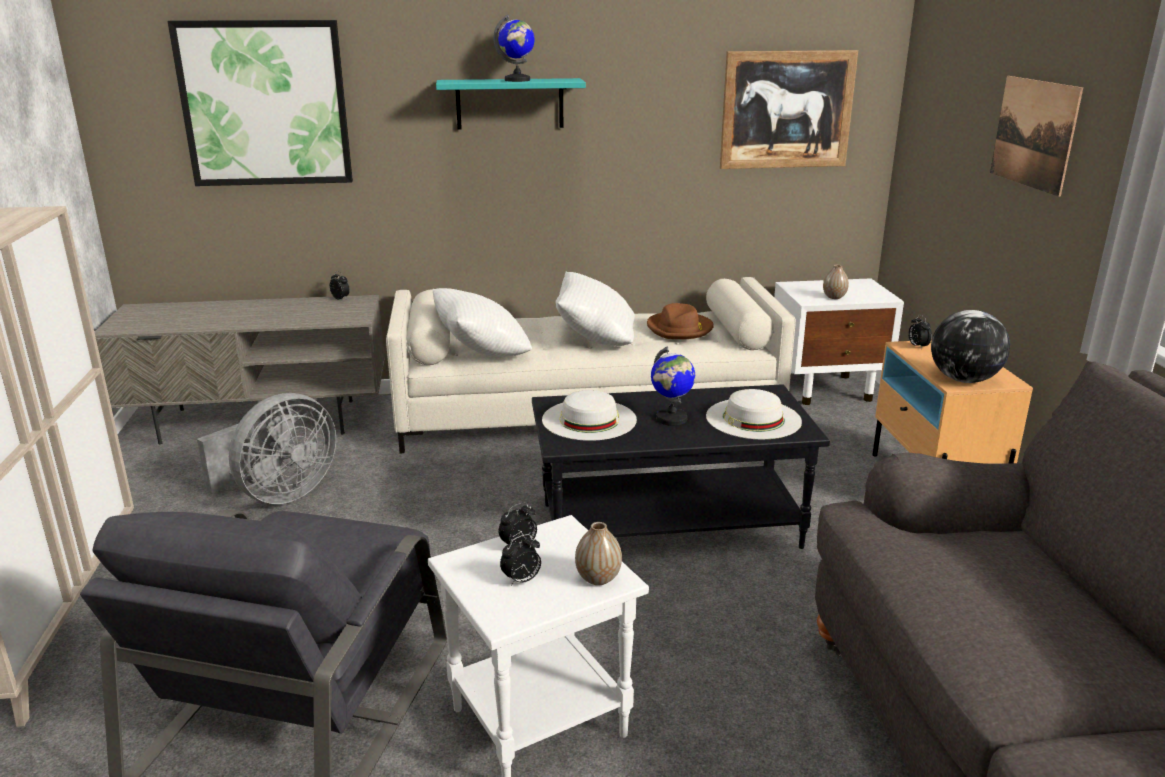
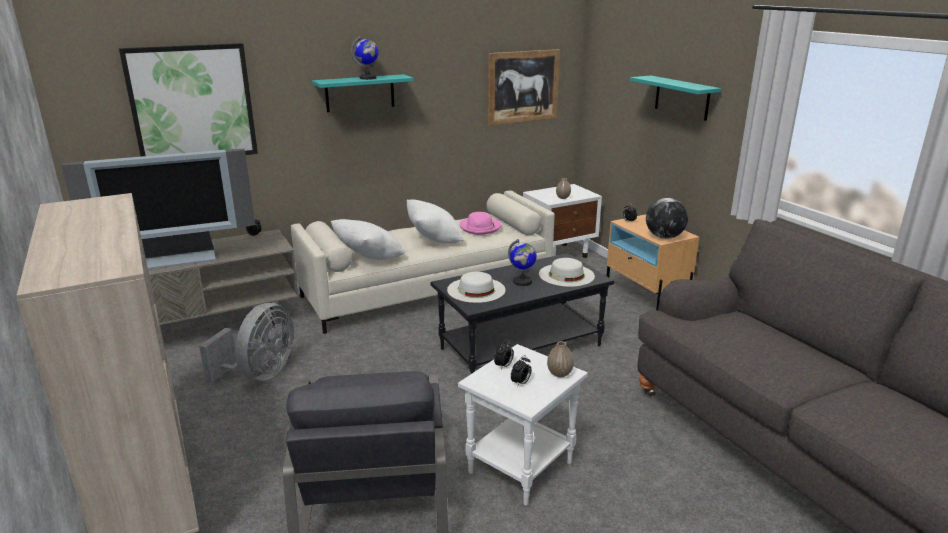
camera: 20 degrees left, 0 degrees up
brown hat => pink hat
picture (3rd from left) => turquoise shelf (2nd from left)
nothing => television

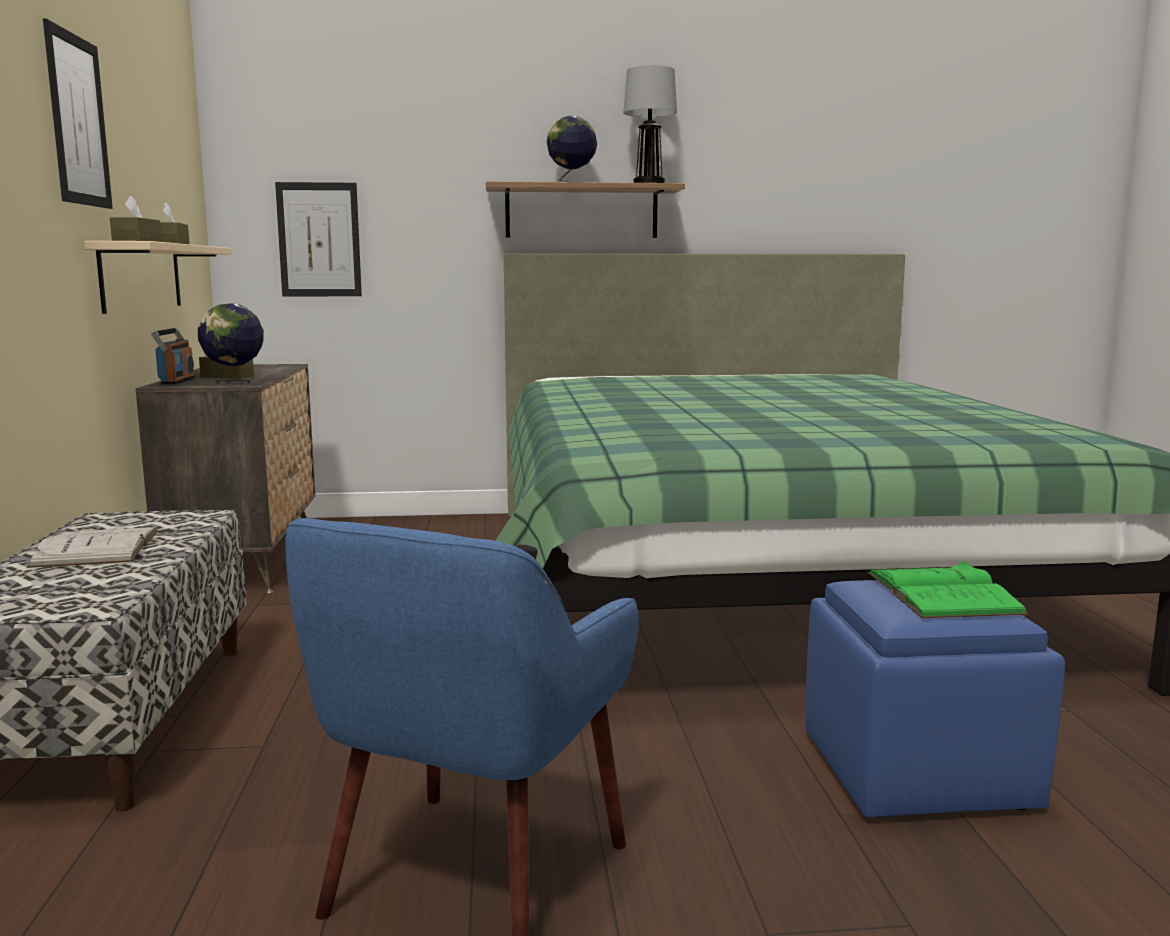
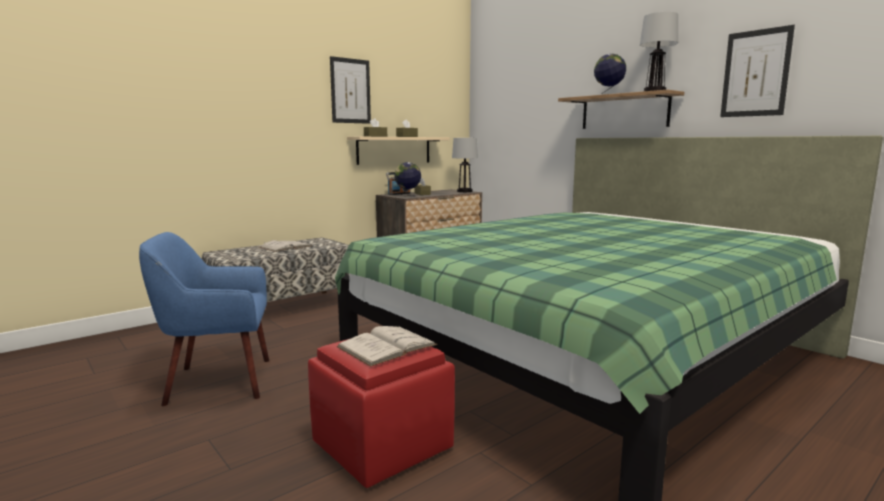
camera: 55 degrees right, 0 degrees up
picture (2nd from left), moved
blue ottoman => red ottoman
green book => white book (2nd from left)
nothing => table lamp (1st from left)

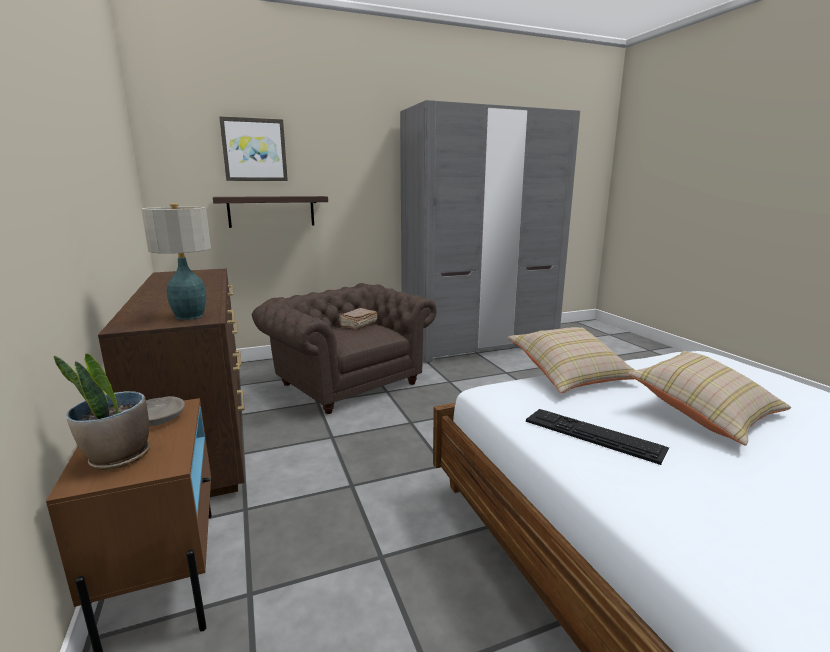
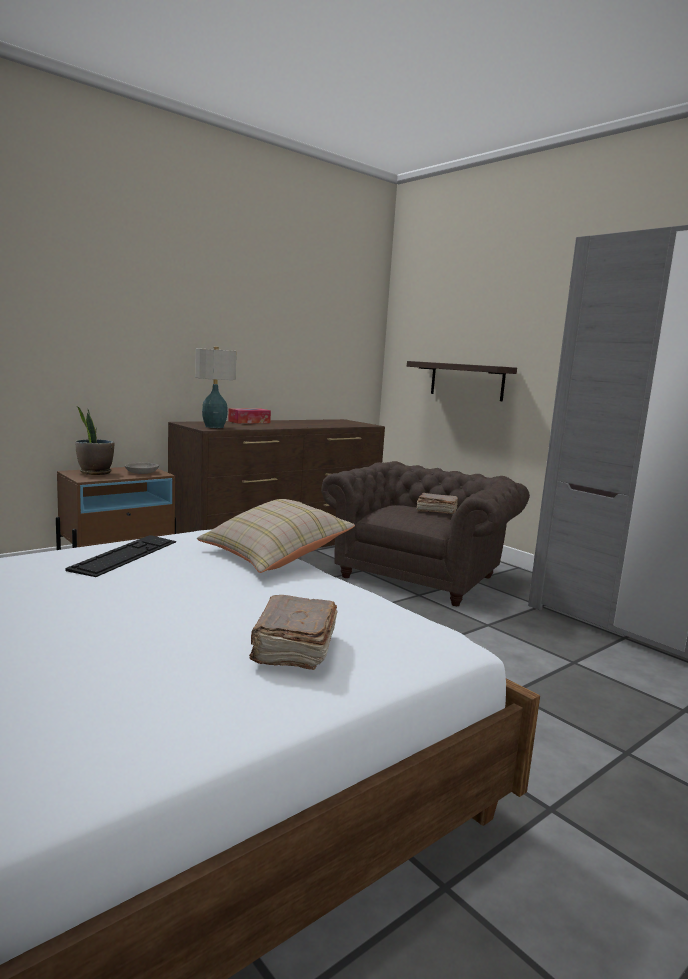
camera: 70 degrees right, 5 degrees down
picture => nothing
beige pillow (2nd from left) => nothing
nothing => tissue box
nothing => brown book (1st from left)

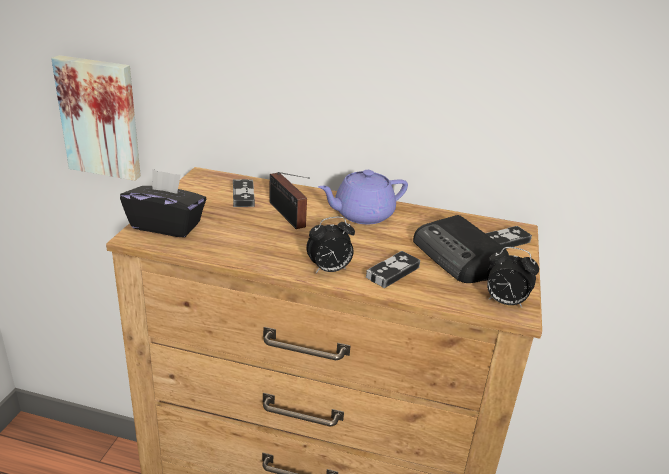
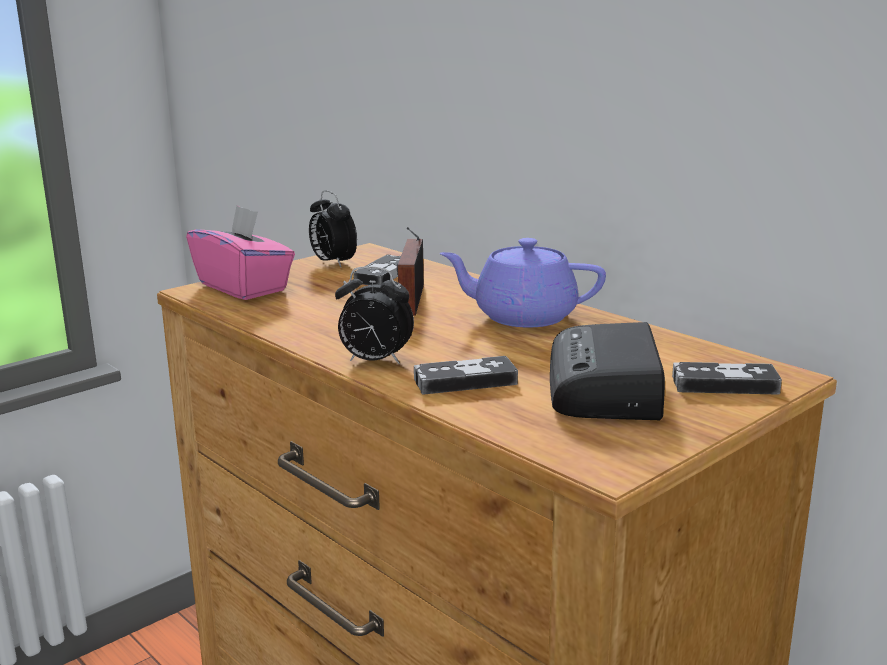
camera: 35 degrees right, 10 degrees down
picture => nothing
black tissue box => pink tissue box
alarm clock (2nd from left in the first image) => alarm clock (1st from left), moved

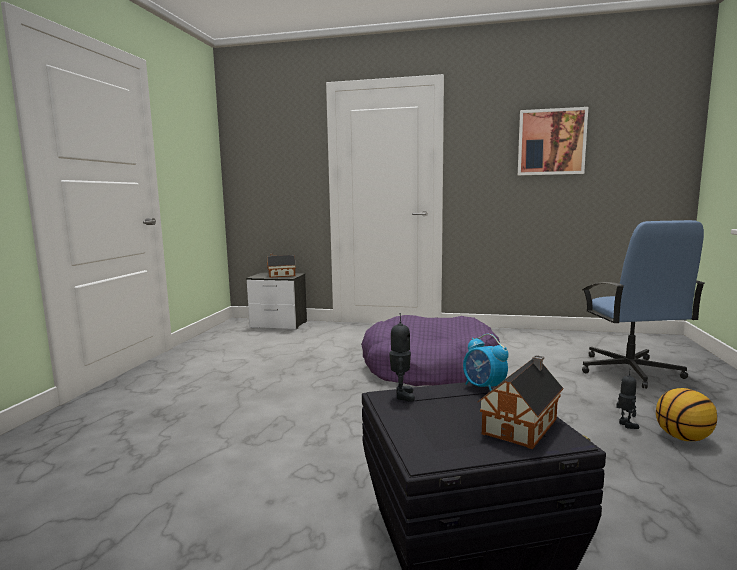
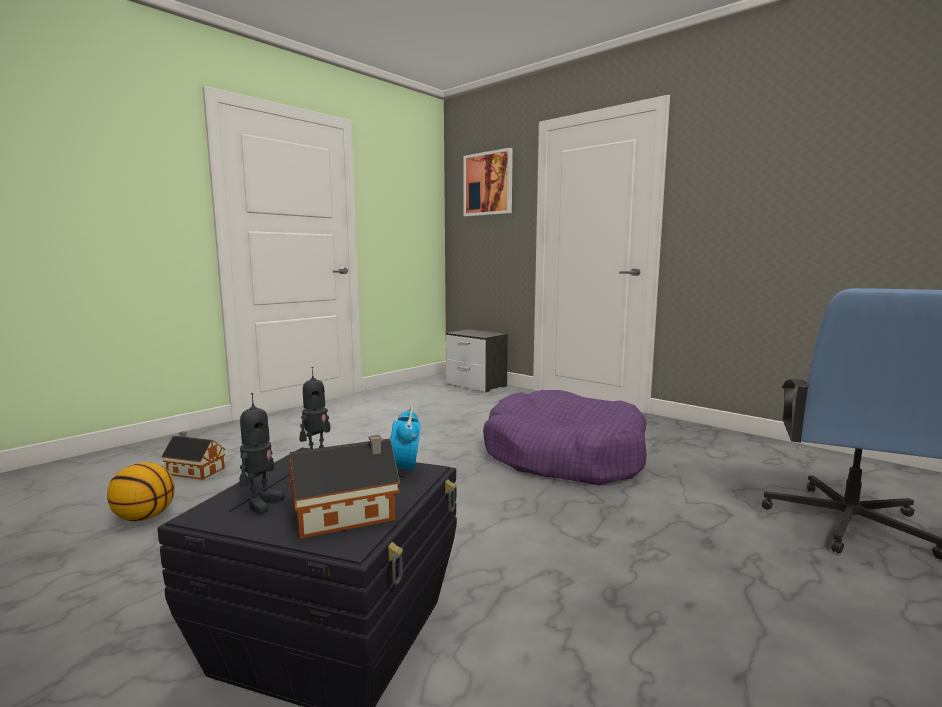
camera: 30 degrees right, 0 degrees up
toy house (1st from left), moved
picture, moved
toy robot (2nd from left in the first image) => toy robot (1st from left), moved
basketball, moved

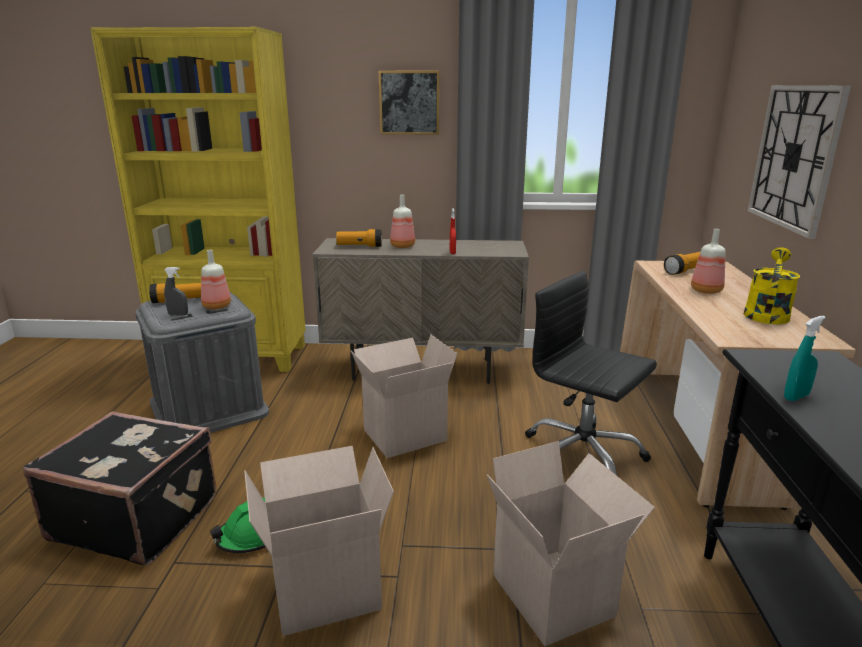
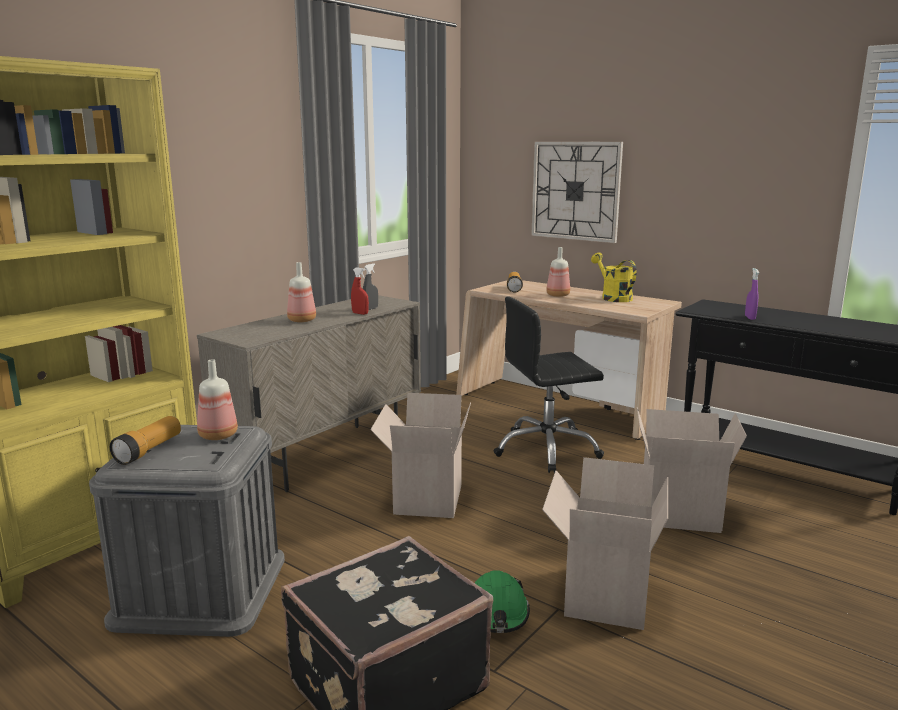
camera: 55 degrees left, 5 degrees down
grey spray bottle, moved
flashlight (2nd from left) => nothing
picture => nothing
turquoise spray bottle => purple spray bottle

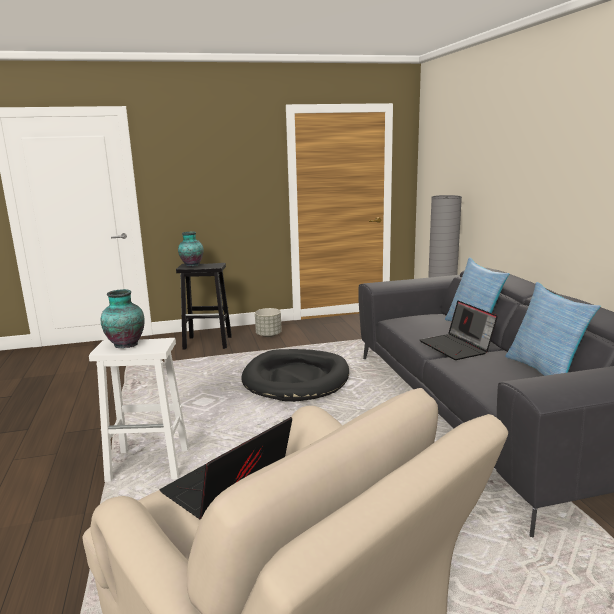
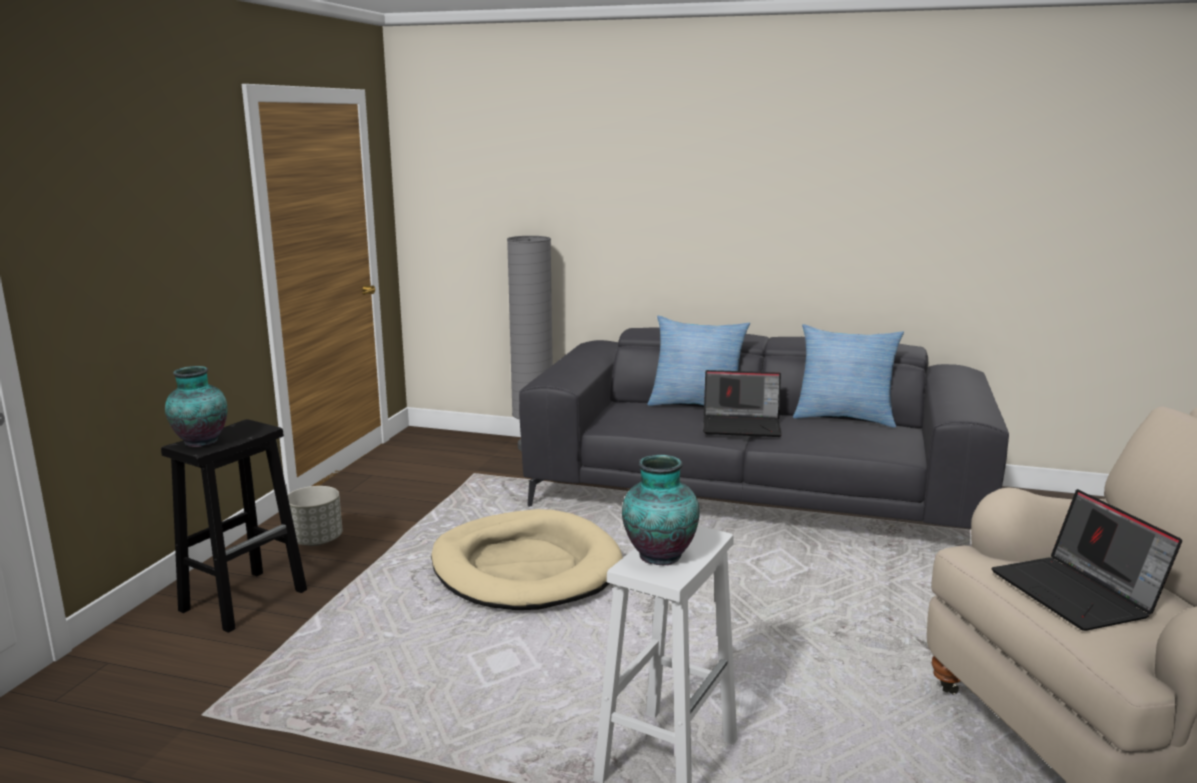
camera: 60 degrees left, 0 degrees up
black dog bed => beige dog bed

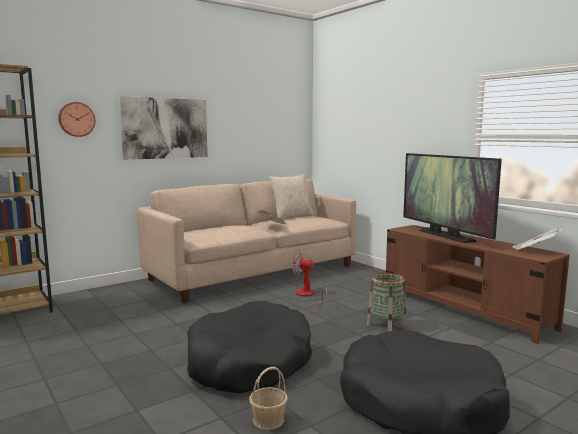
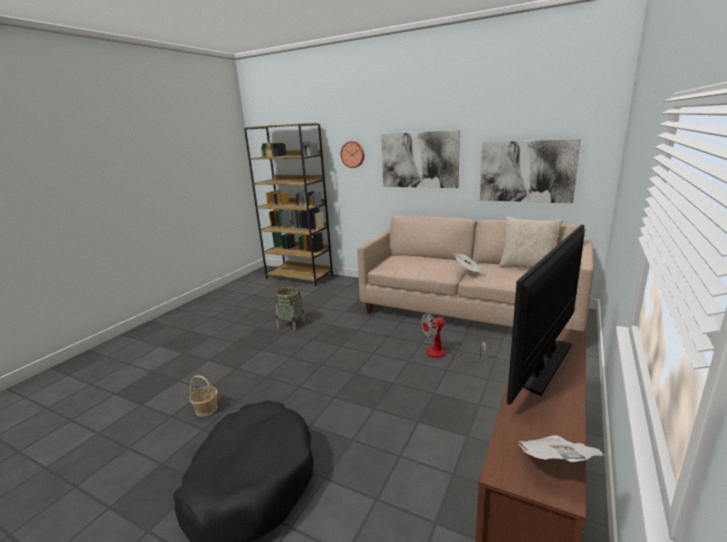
camera: 65 degrees right, 10 degrees up
black dog bed (1st from left) => nothing
fan, 105 degrees counterclockwise
basket (2nd from left), moved
nothing => picture (2nd from left)

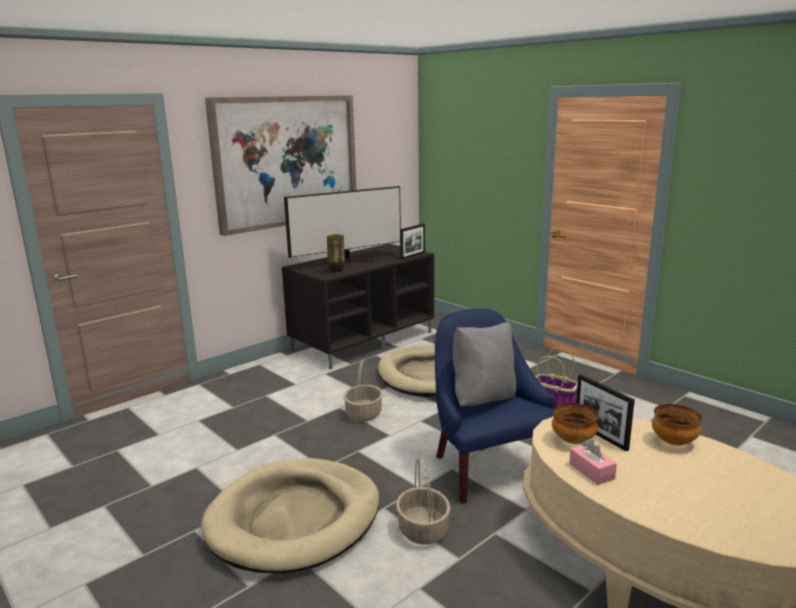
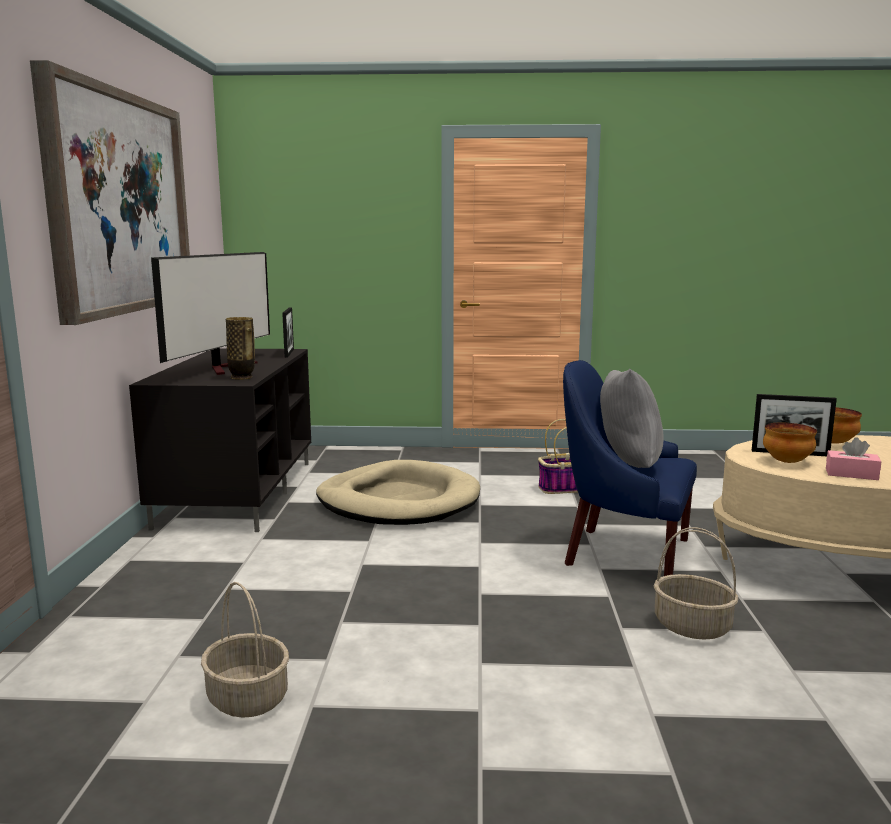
camera: 45 degrees left, 5 degrees down
beige dog bed (1st from left) => nothing
basket (1st from left), moved

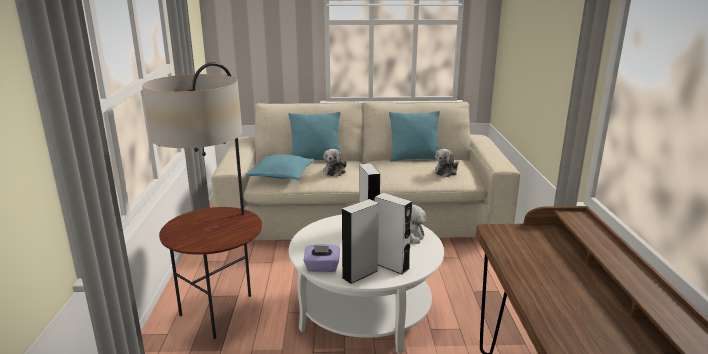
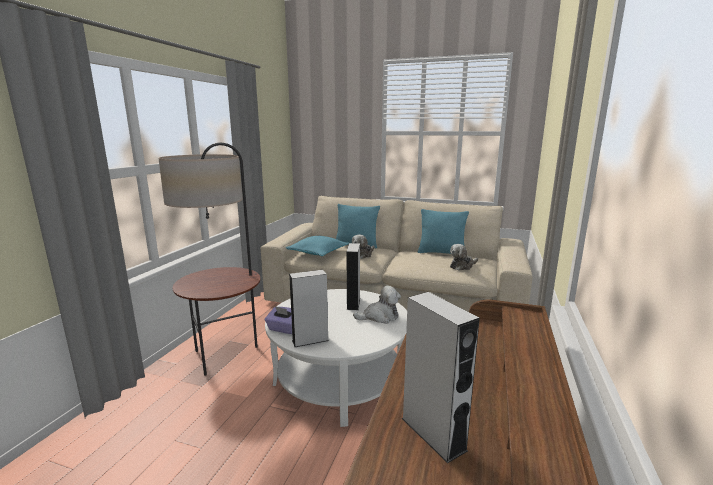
camera: 20 degrees right, 5 degrees down
grey speaker (3rd from left), moved

